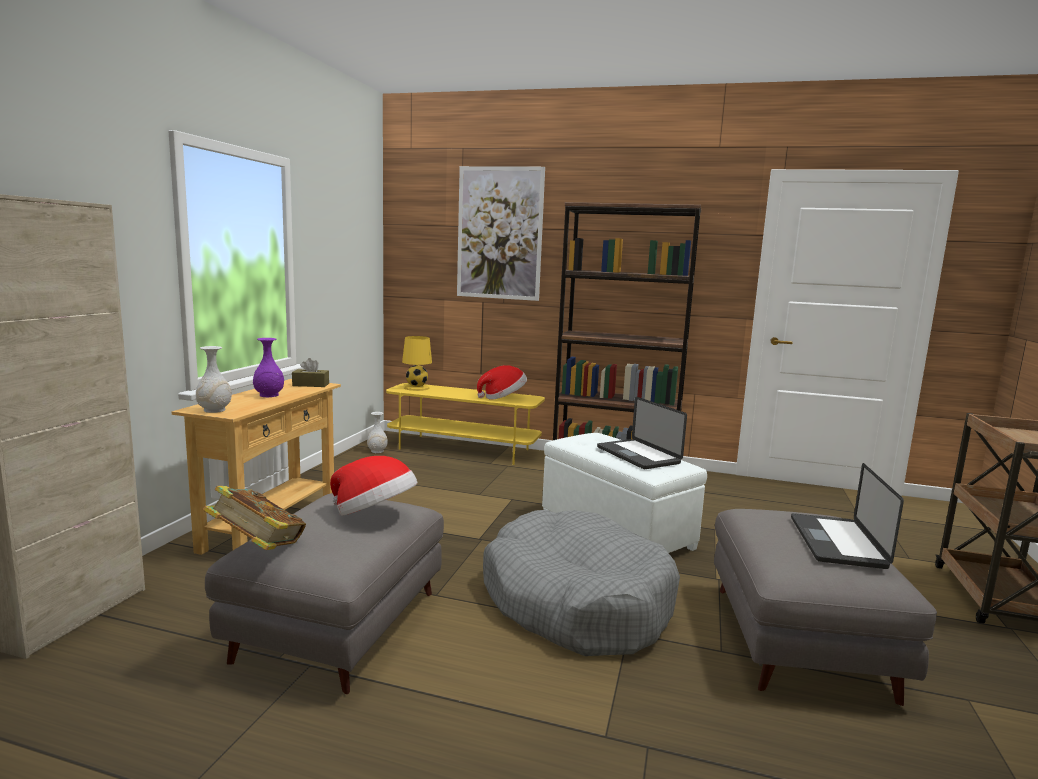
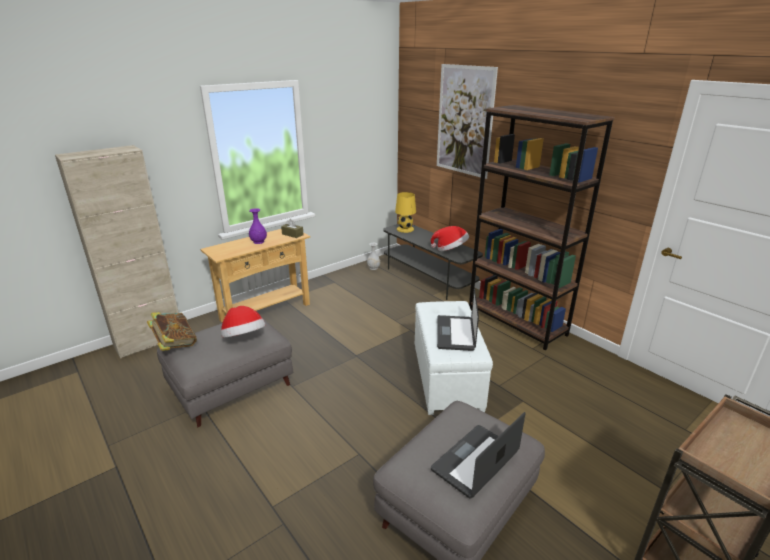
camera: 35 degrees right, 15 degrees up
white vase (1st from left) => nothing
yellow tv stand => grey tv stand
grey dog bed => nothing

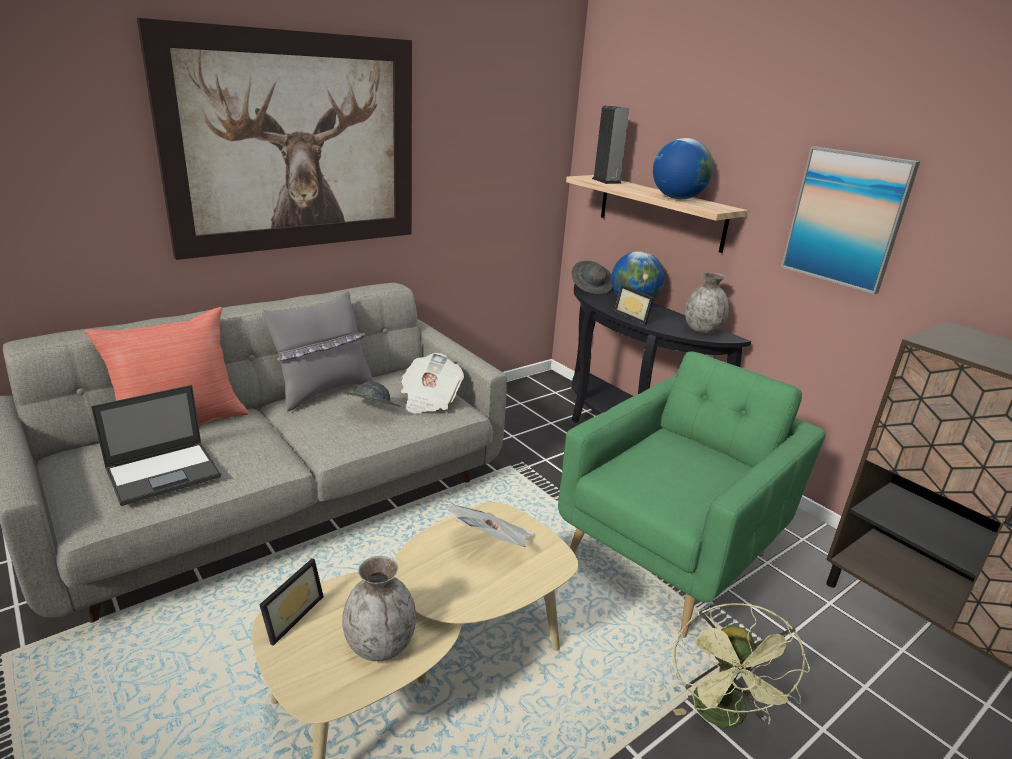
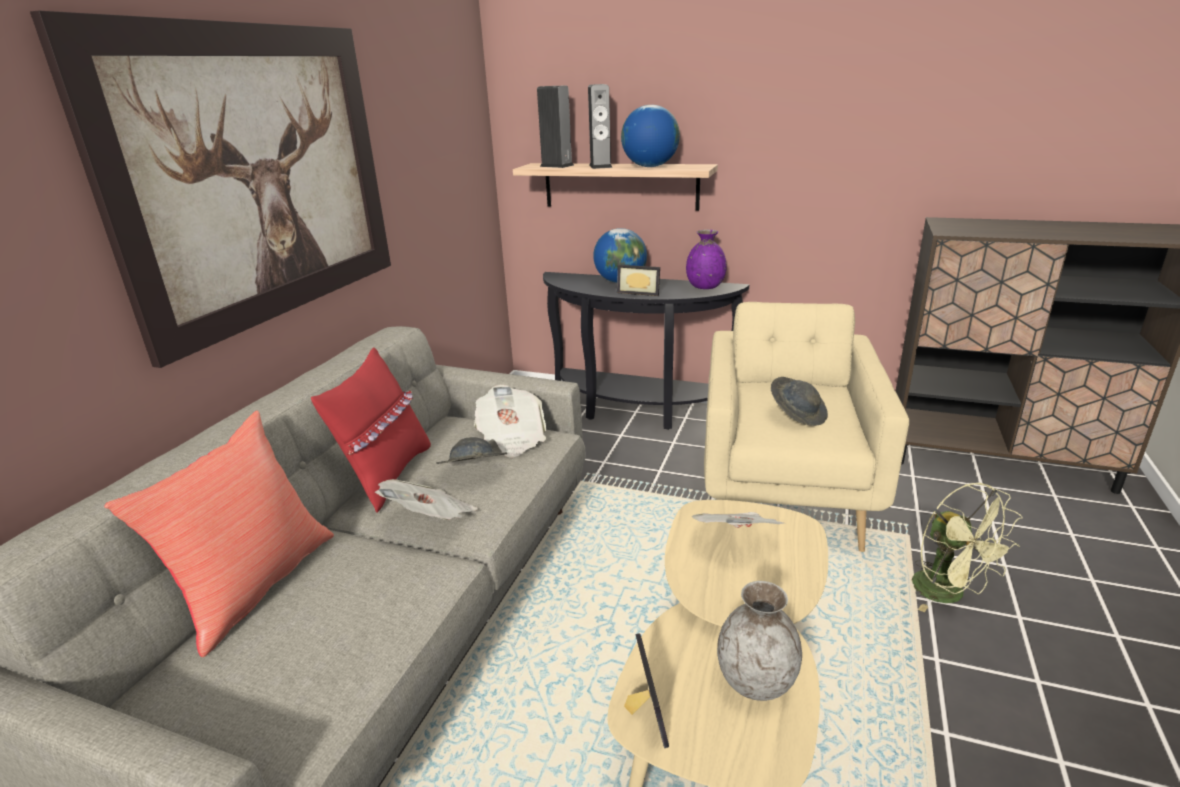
camera: 30 degrees left, 0 degrees up
laptop => nothing
grey pillow => red pillow (2nd from left)
green armchair => beige armchair
grey hat (2nd from left), moved
grey vase (2nd from left) => purple vase
picture (2nd from left) => nothing
nothing => newspaper (1st from left)
nothing => speaker (2nd from left)

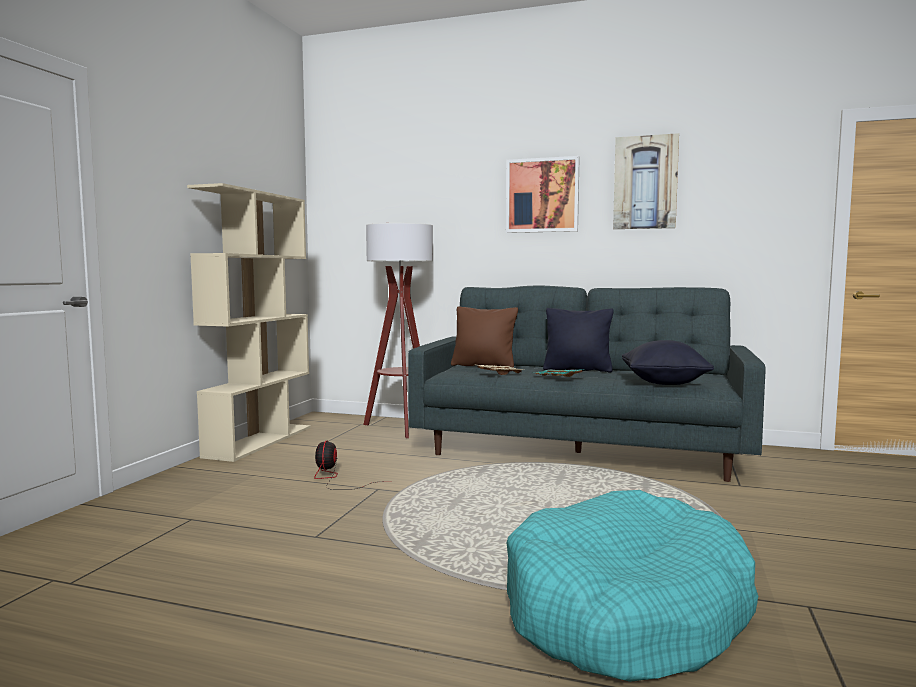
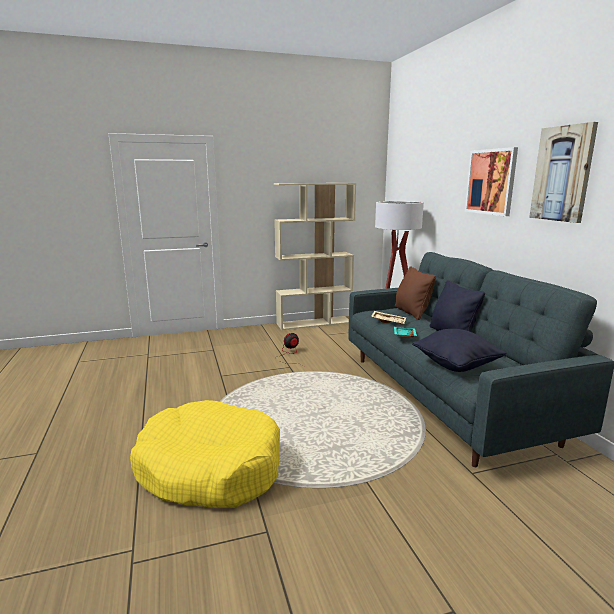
camera: 55 degrees right, 10 degrees up
turquoise dog bed => yellow dog bed

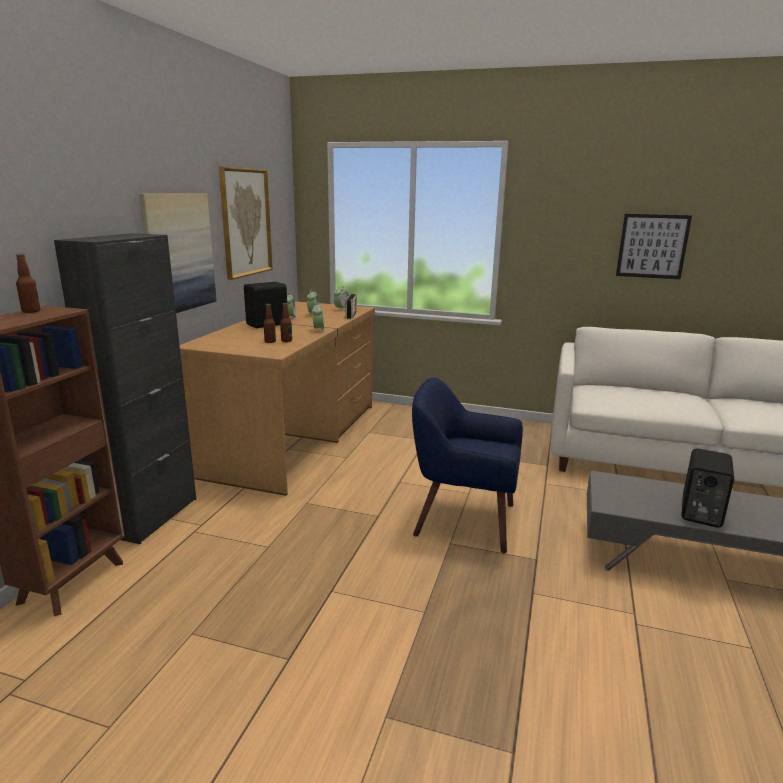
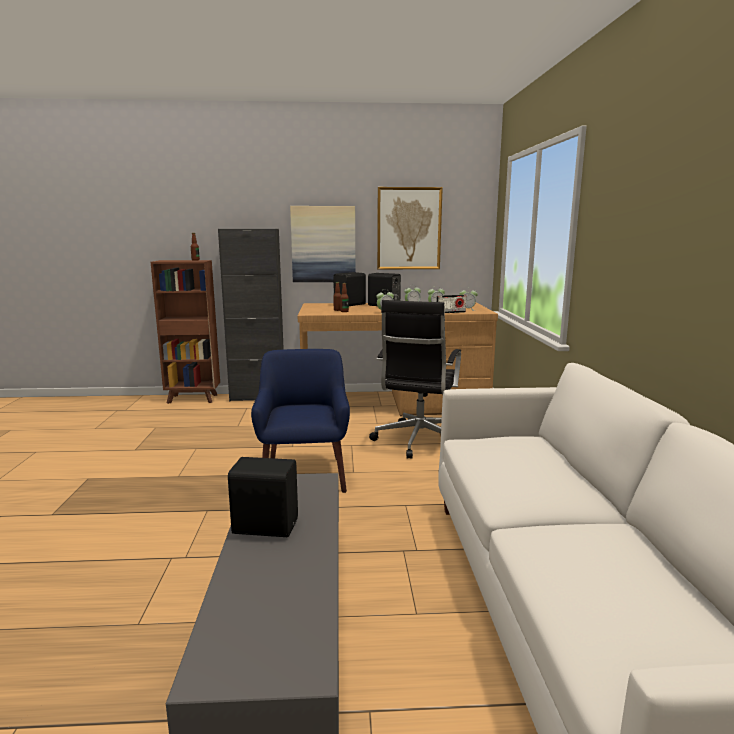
camera: 70 degrees right, 5 degrees down
picture (3rd from left) => nothing
nothing => black speaker (2nd from left)
nothing => black office chair

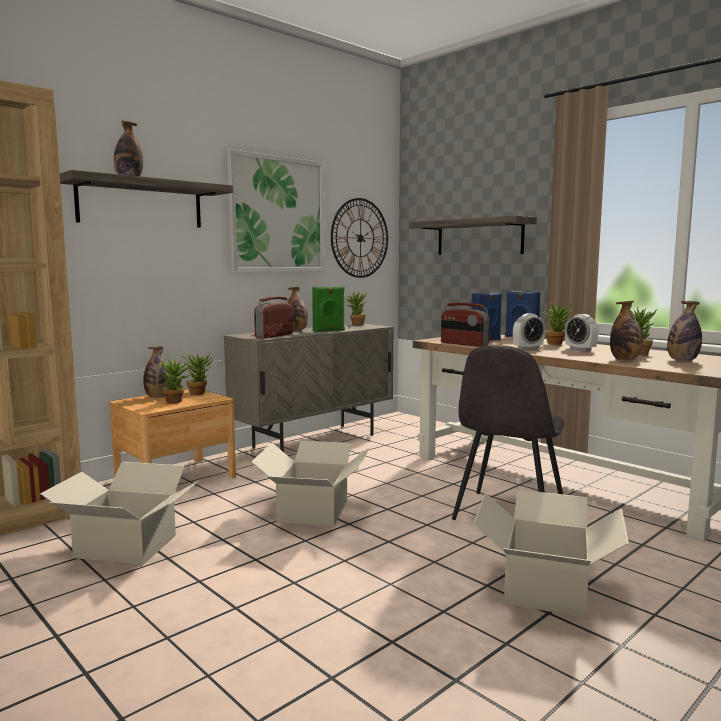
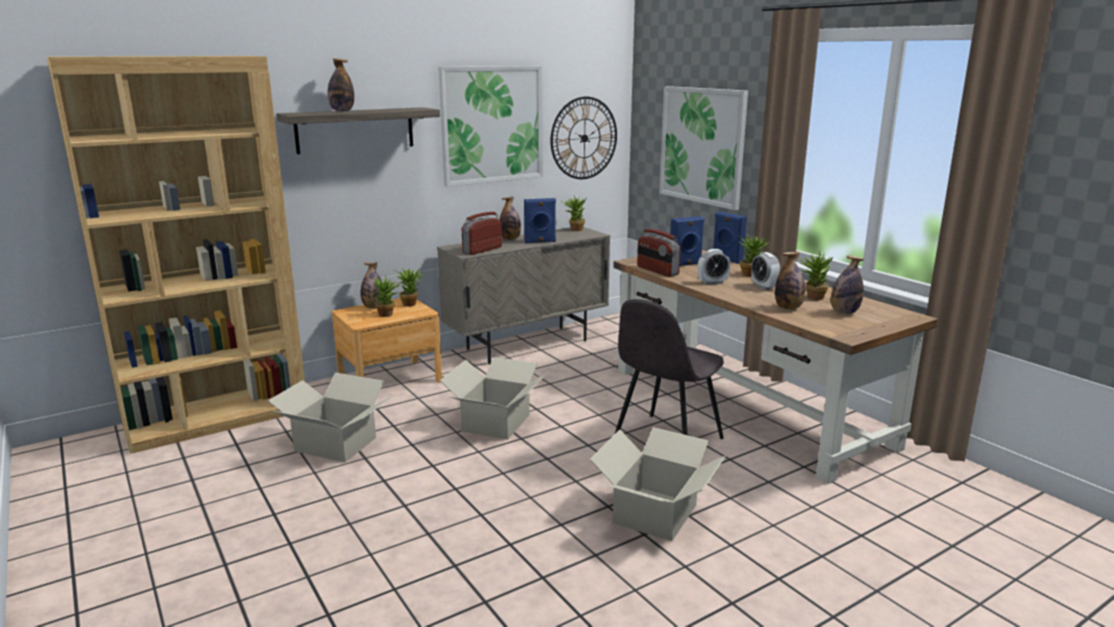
camera: 10 degrees right, 10 degrees up
green speaker => blue speaker (1st from left)
shelf (2nd from left) => picture (2nd from left)

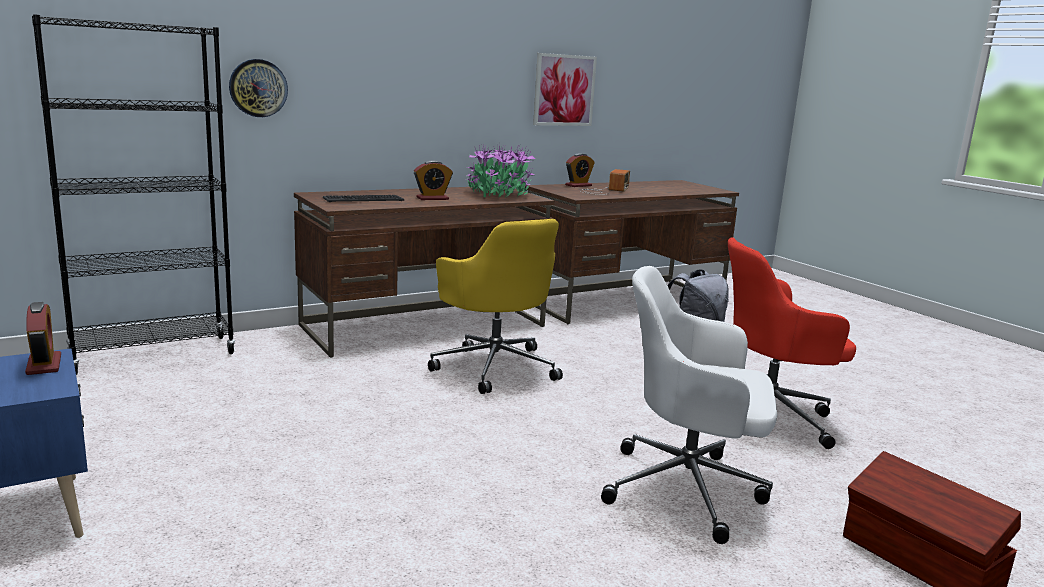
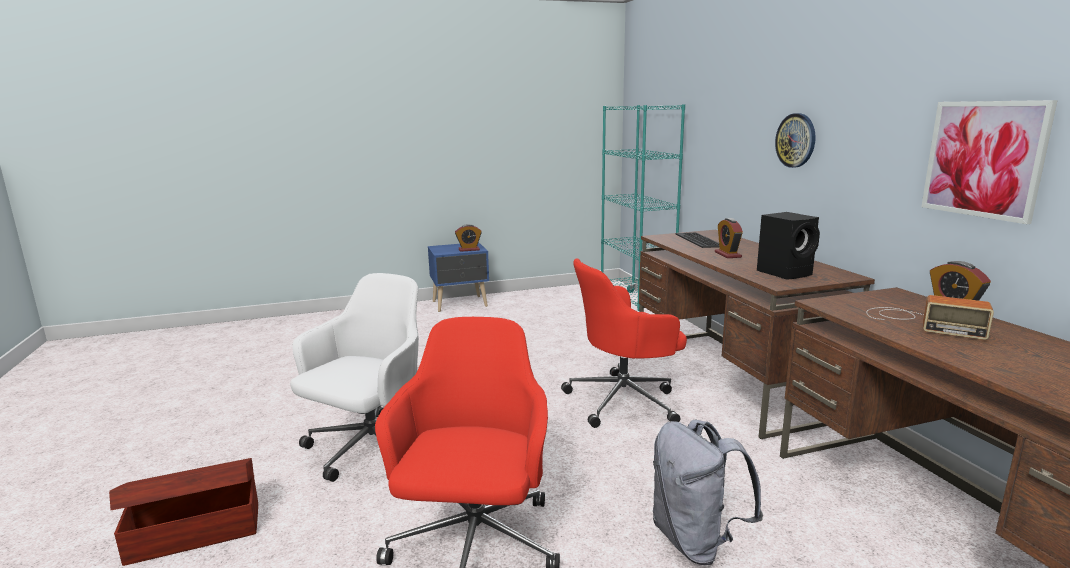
camera: 105 degrees right, 0 degrees up
black bookcase => turquoise bookcase
wall clock, moved
yellow office chair => red office chair (2nd from left)
potted plant => black speaker

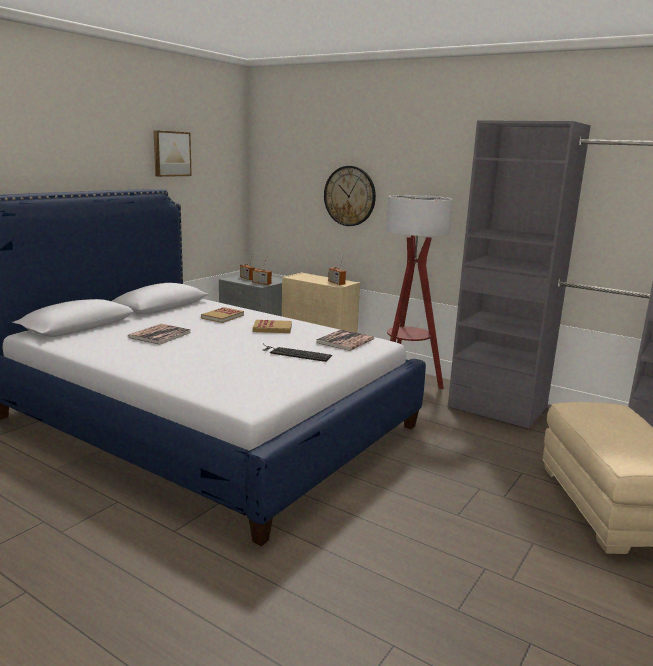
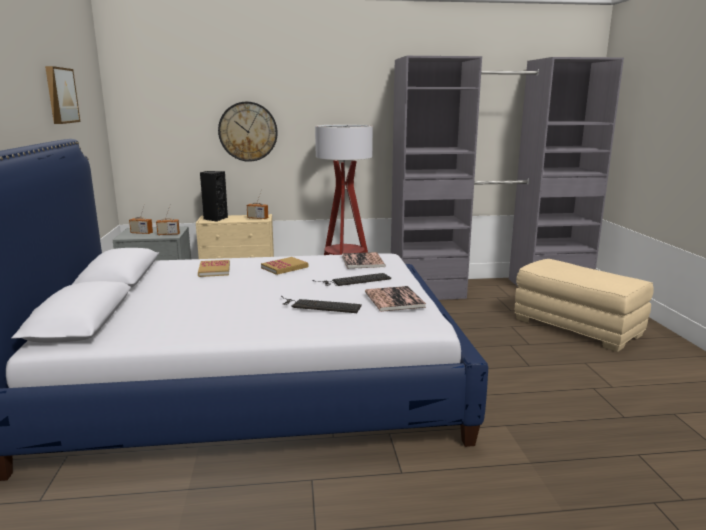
camera: 40 degrees left, 0 degrees up
book (1st from left in the first image) => book (4th from left), moved
nothing => black speaker
nothing => keyboard (1st from left)

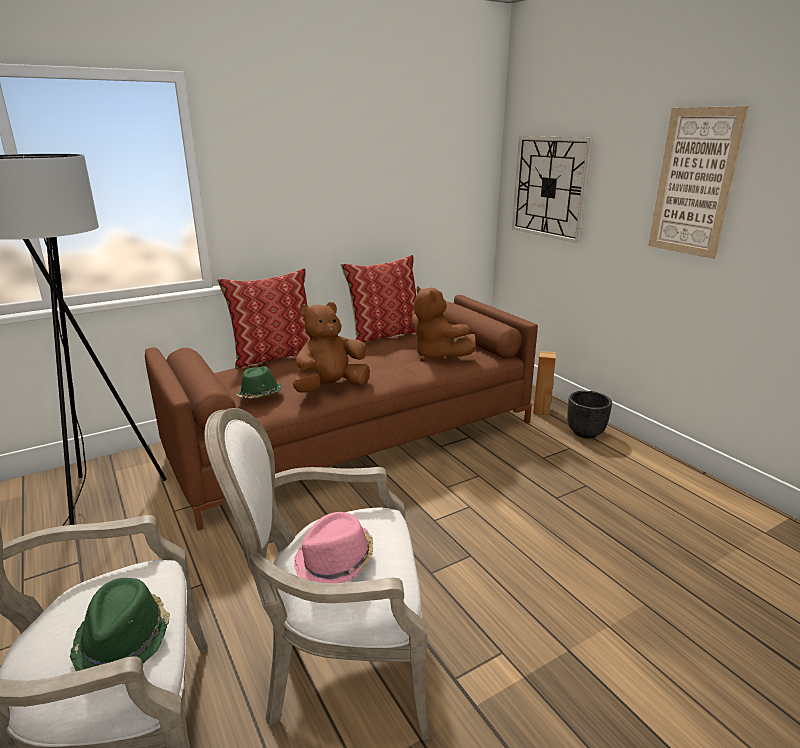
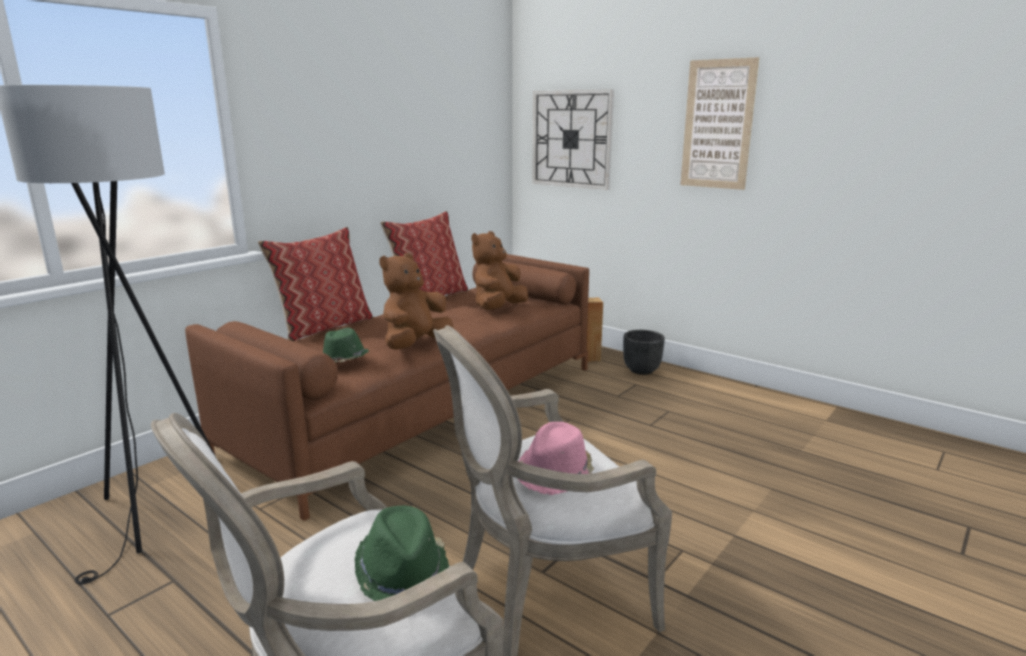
camera: 20 degrees left, 5 degrees down
brown plush toy (2nd from left), 90 degrees clockwise

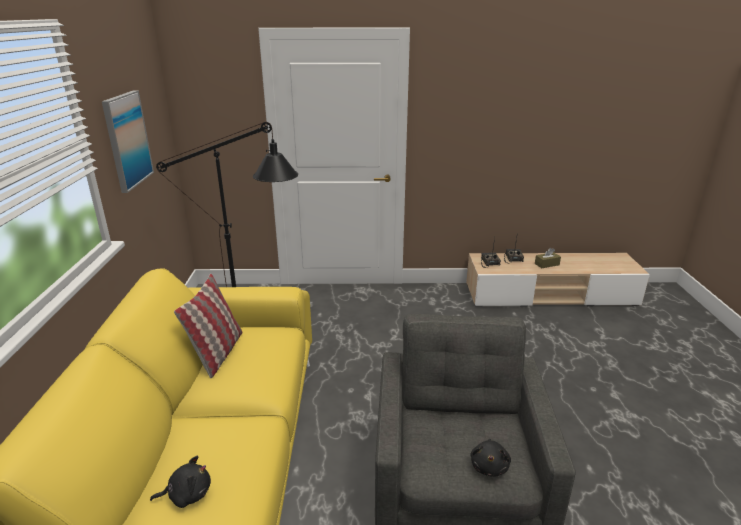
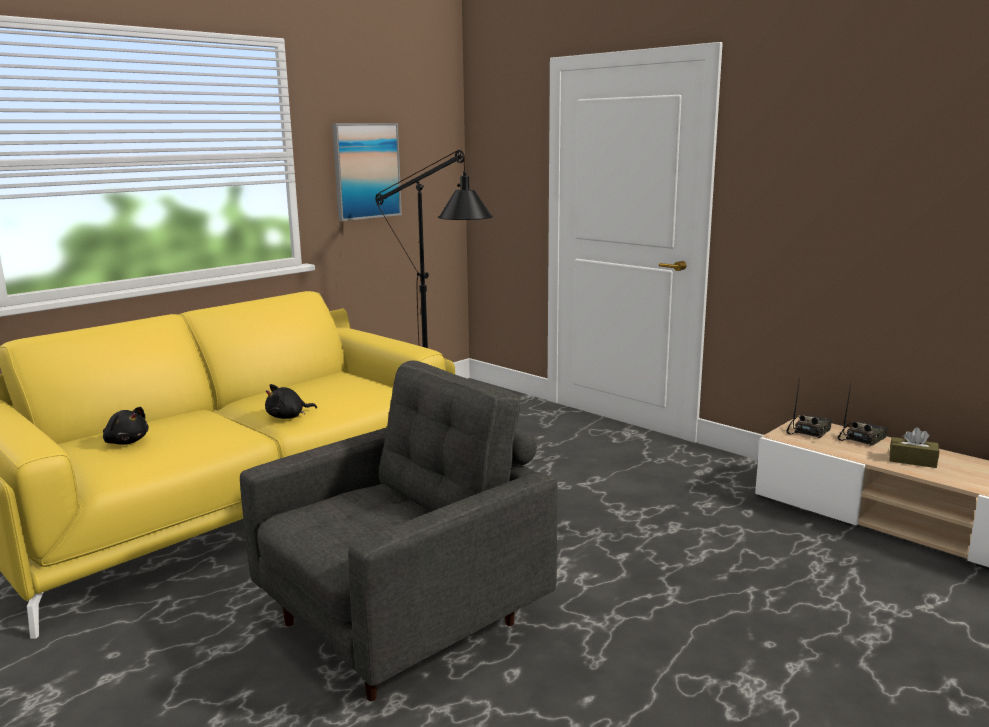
camera: 45 degrees right, 10 degrees down
pillow => nothing
black plush toy (2nd from left), moved

